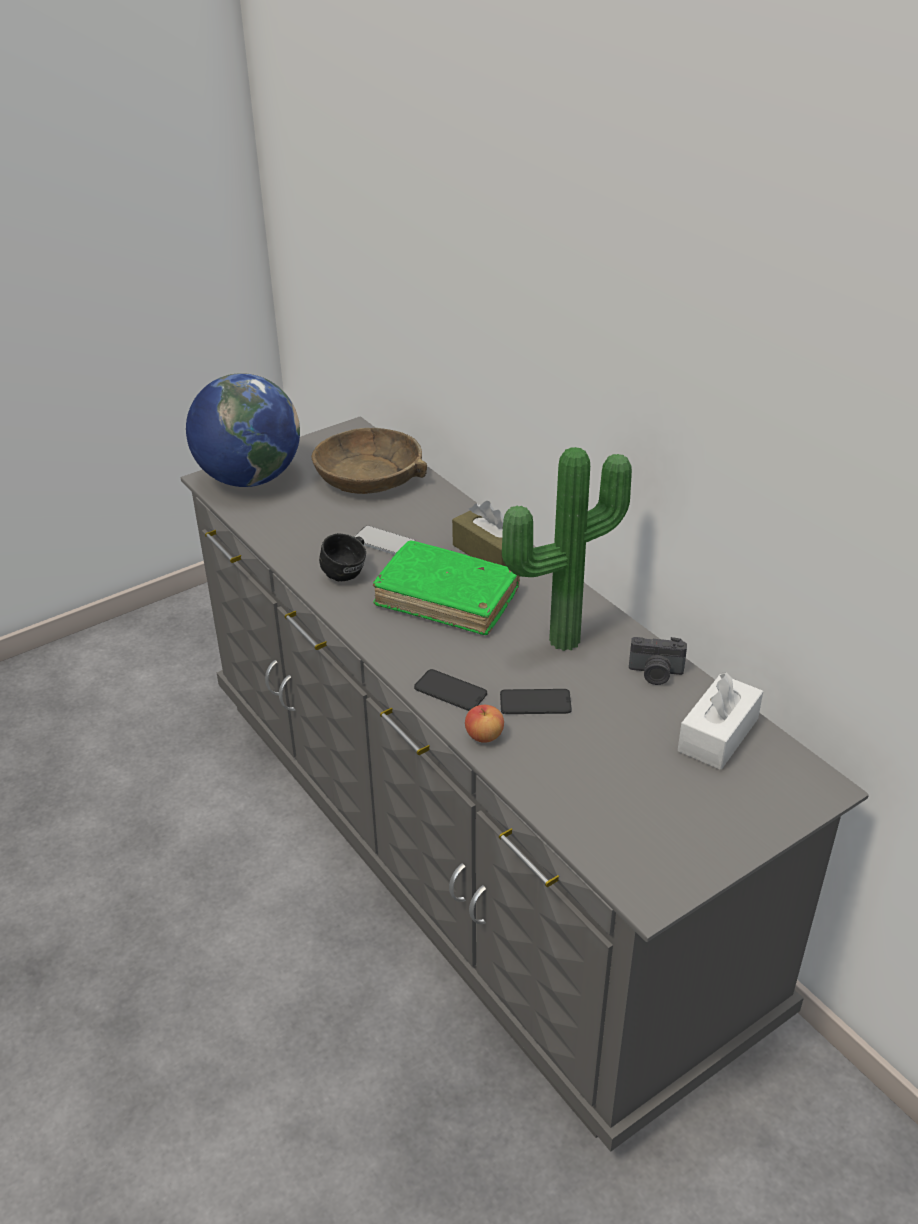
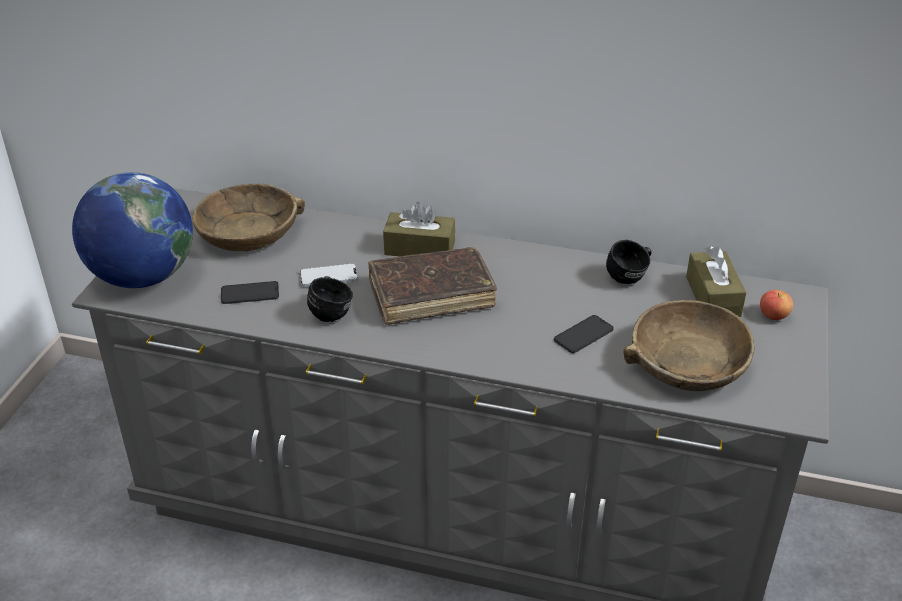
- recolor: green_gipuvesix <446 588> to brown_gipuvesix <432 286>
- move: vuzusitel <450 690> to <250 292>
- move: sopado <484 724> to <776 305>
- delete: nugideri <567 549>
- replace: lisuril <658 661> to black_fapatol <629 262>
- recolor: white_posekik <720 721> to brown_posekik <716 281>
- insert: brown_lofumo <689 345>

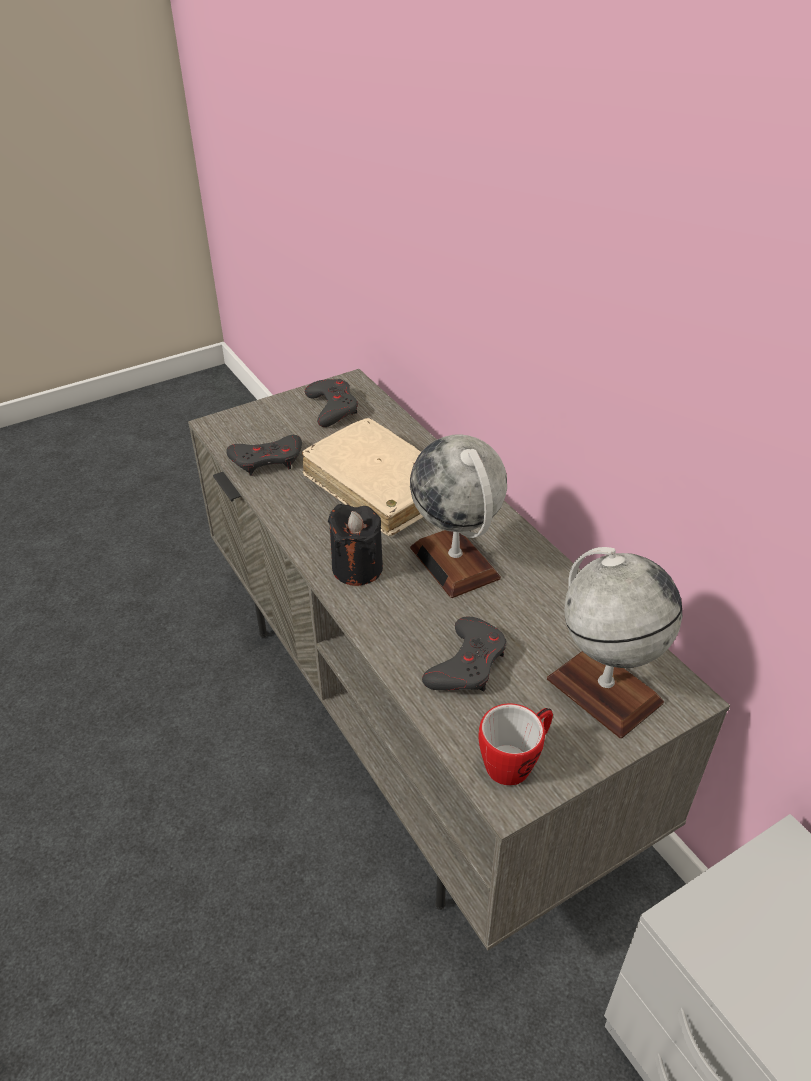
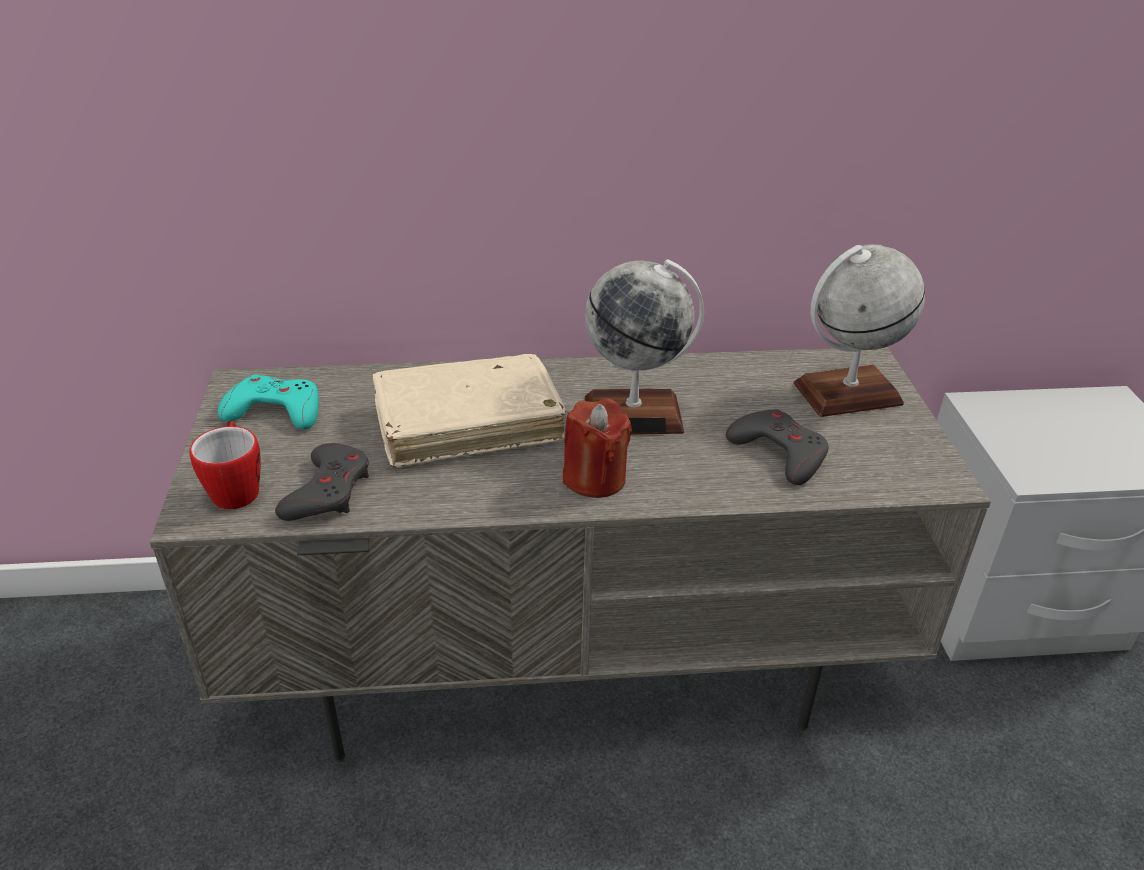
- recolor: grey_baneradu <331 403> to turquoise_baneradu <268 402>
- recolor: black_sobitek <355 545> to red_sobitek <597 448>
- move: fapatol <516 744> to <225 464>

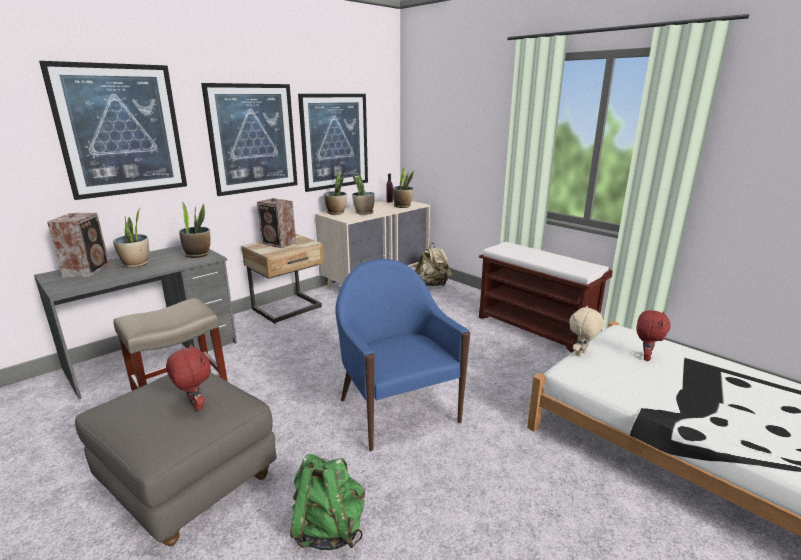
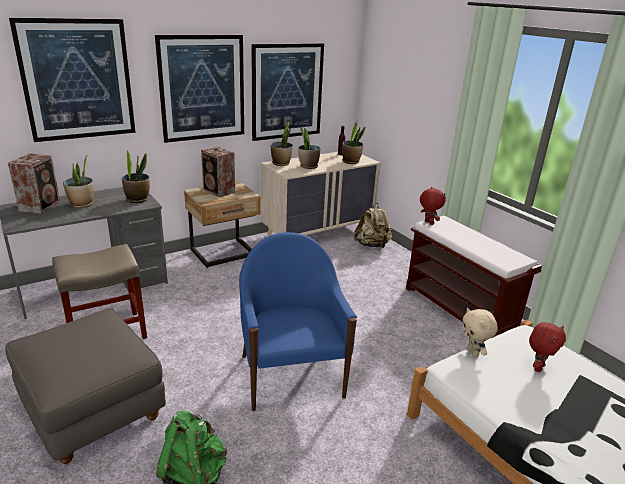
- move: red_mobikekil <188 377> to <433 206>
- rotate: beige_mobikekil <586 331> = <480 333> 75 degrees counterclockwise

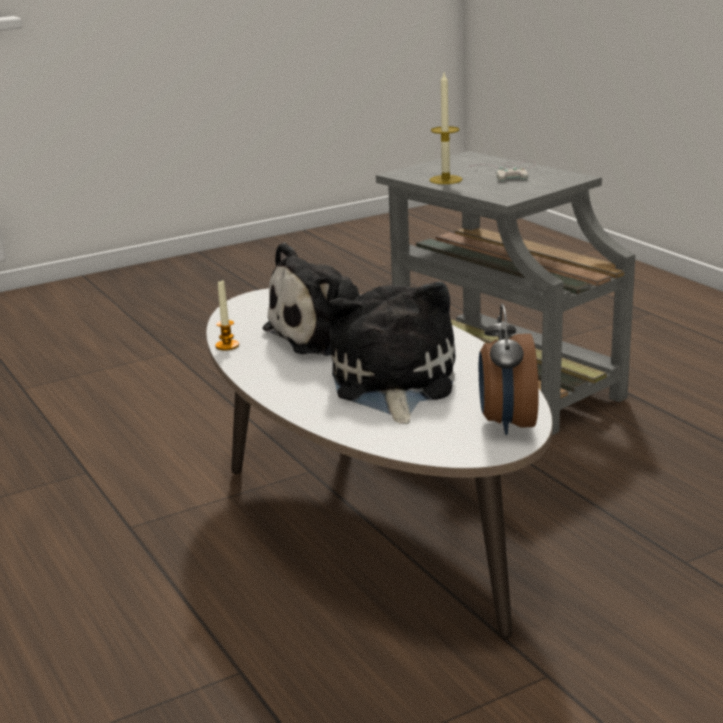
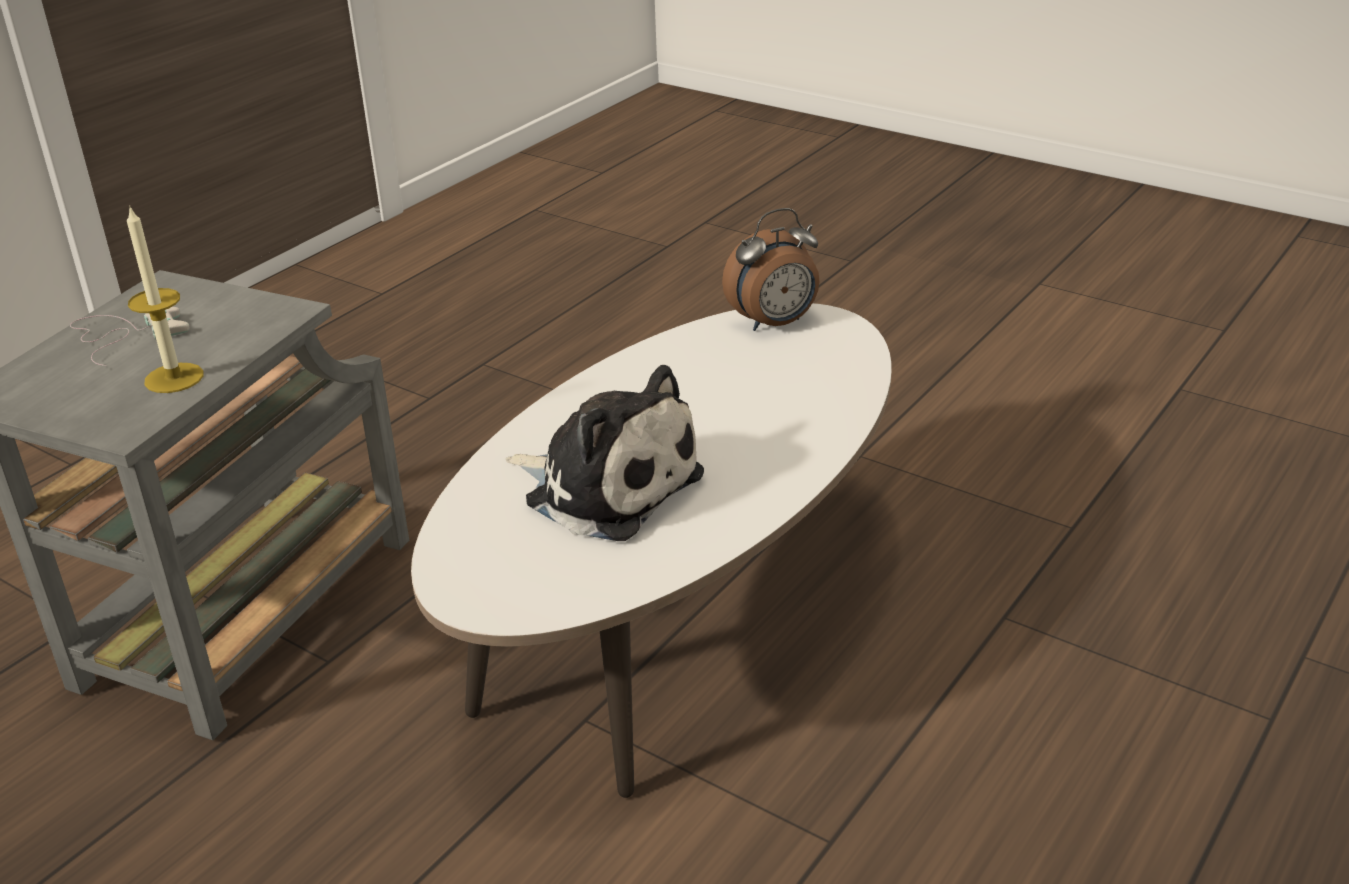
- delete: sobitek <227 315>
- delete: mobikekil <392 352>

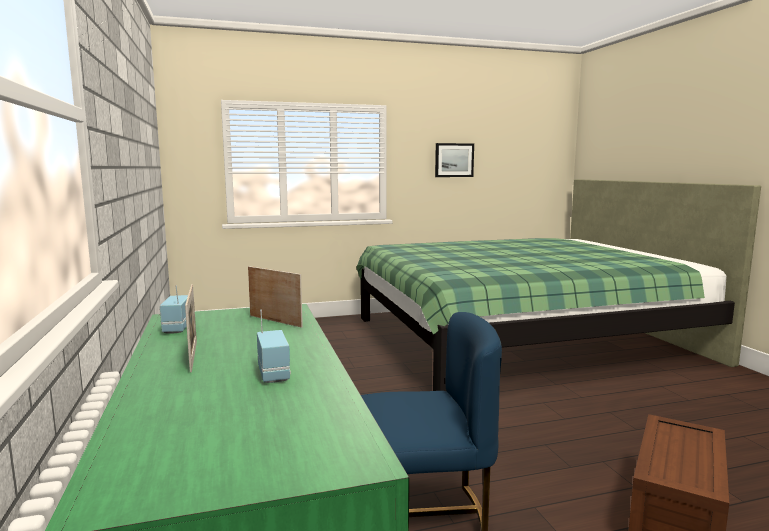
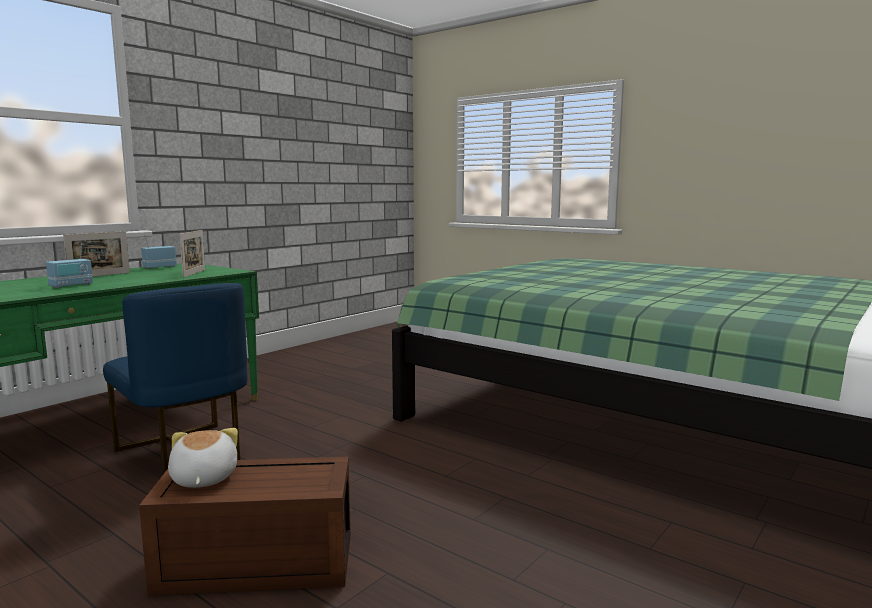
- delete: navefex <454 160>
- insert: mobikekil <203 458>

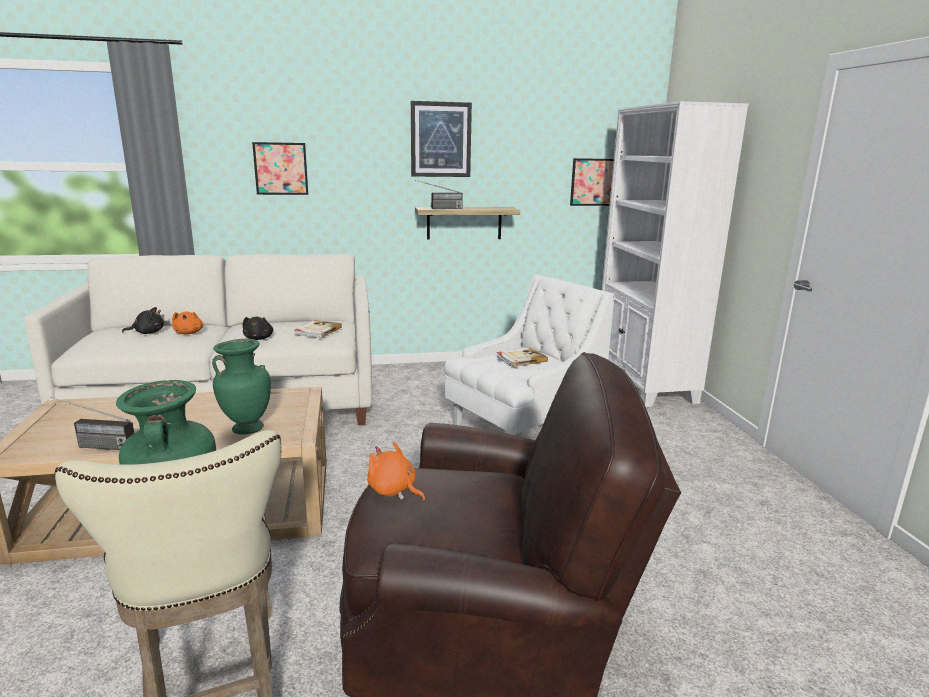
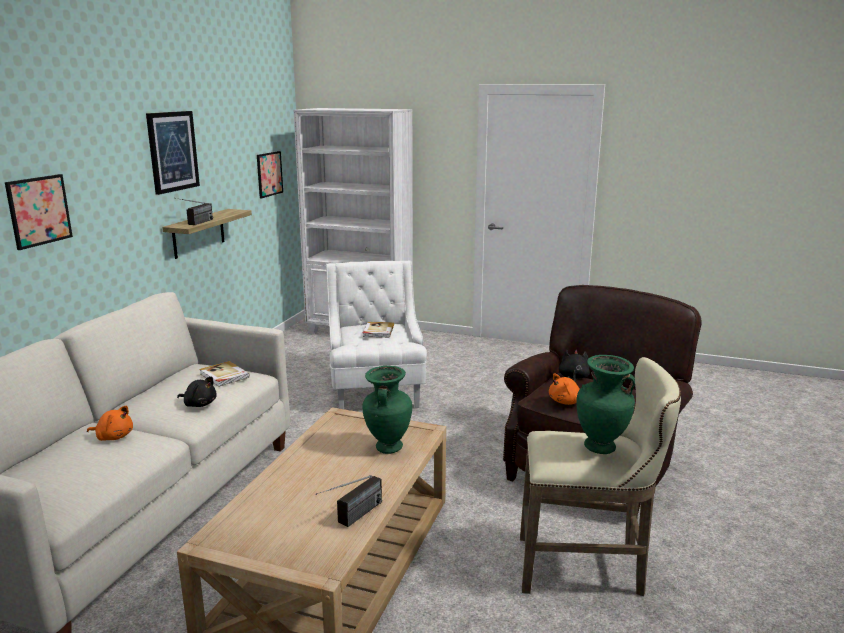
- move: black_mobikekil <143 320> to <574 366>

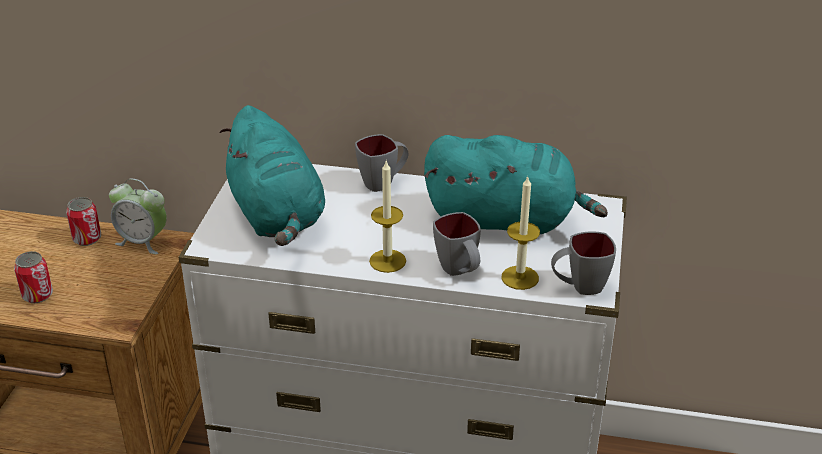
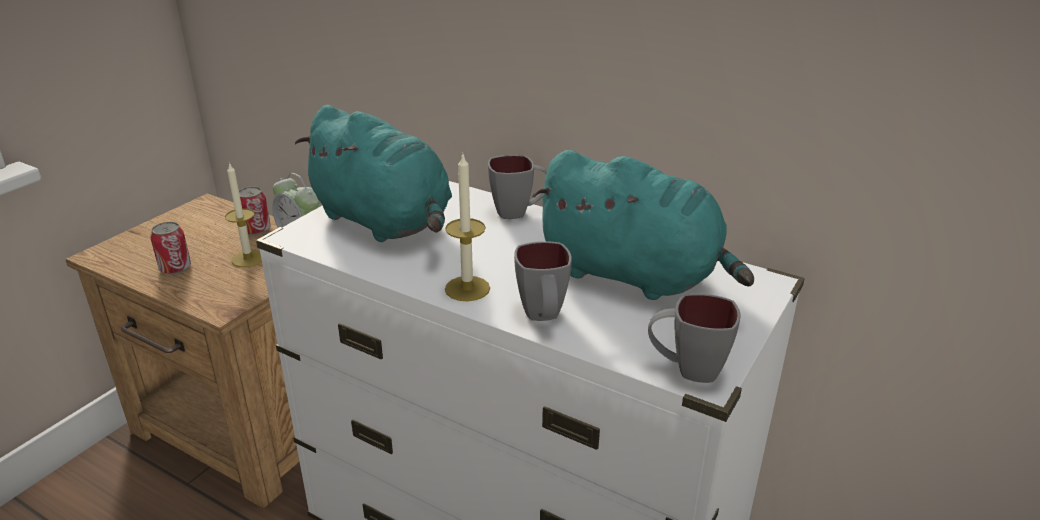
- rotate: turquoise_mobikekil <272 175> = <373 173> 45 degrees counterclockwise
- move: sobitek <520 232> to <243 214>

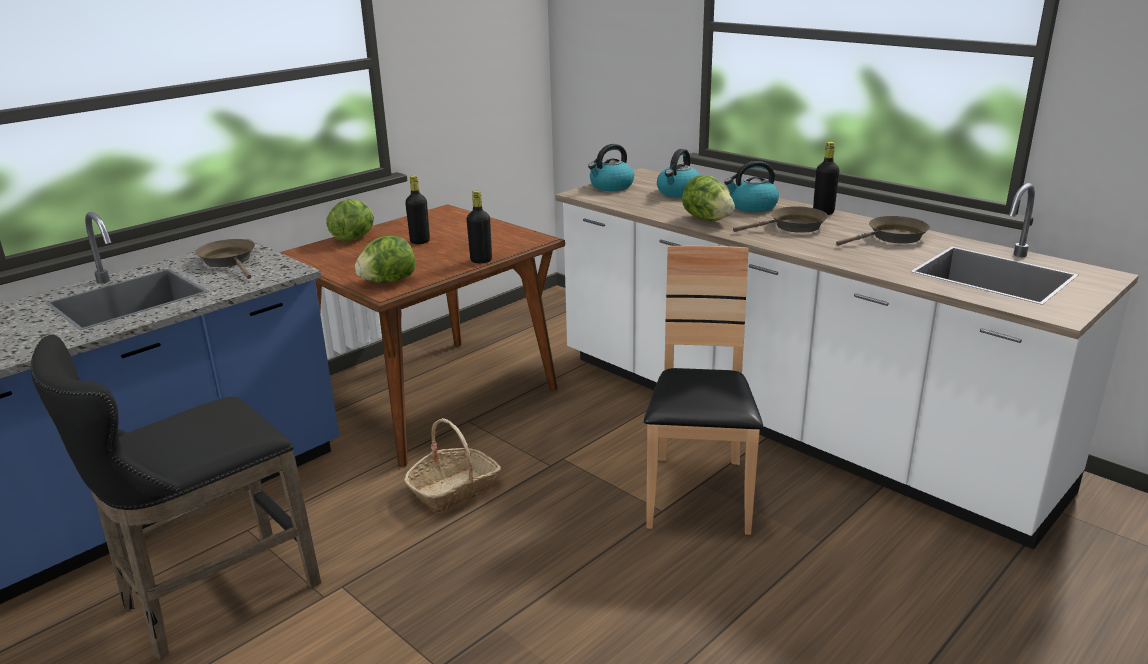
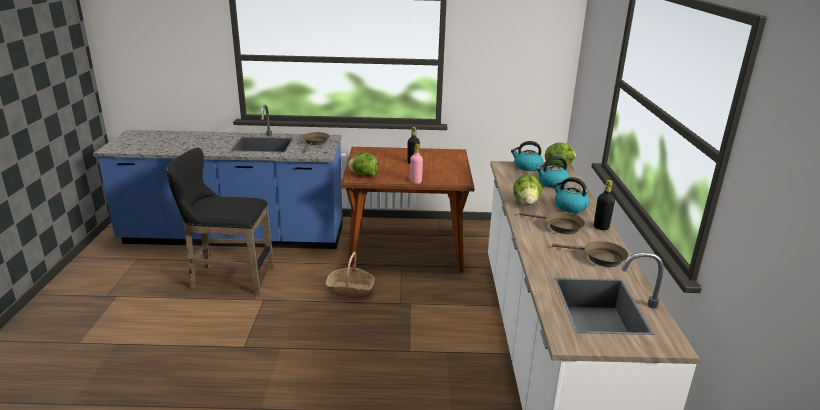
- move: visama <350 220> to <560 154>
- recolor: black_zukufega <479 227> to pink_zukufega <416 163>
- delete: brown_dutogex <703 390>

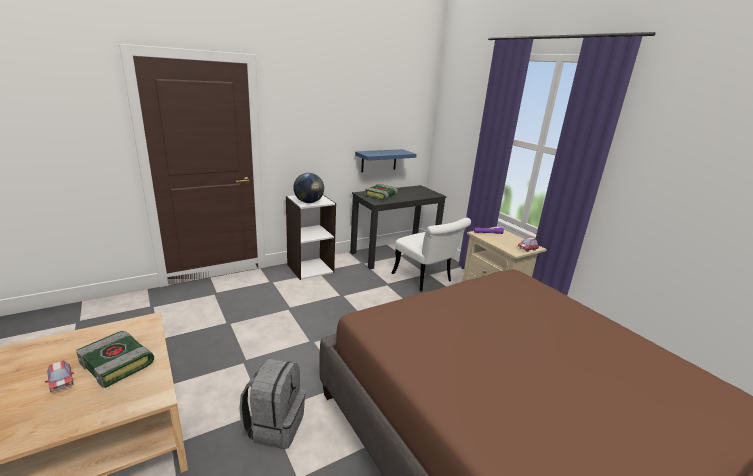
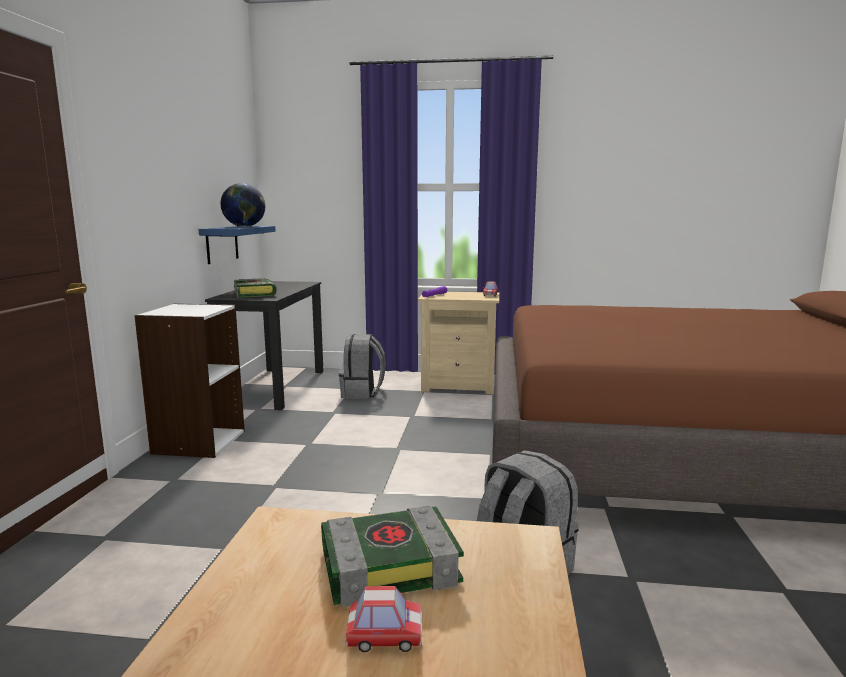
- move: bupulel <308 188> to <243 205>
- replace: white_dutogex <431 254> to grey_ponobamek <362 366>

